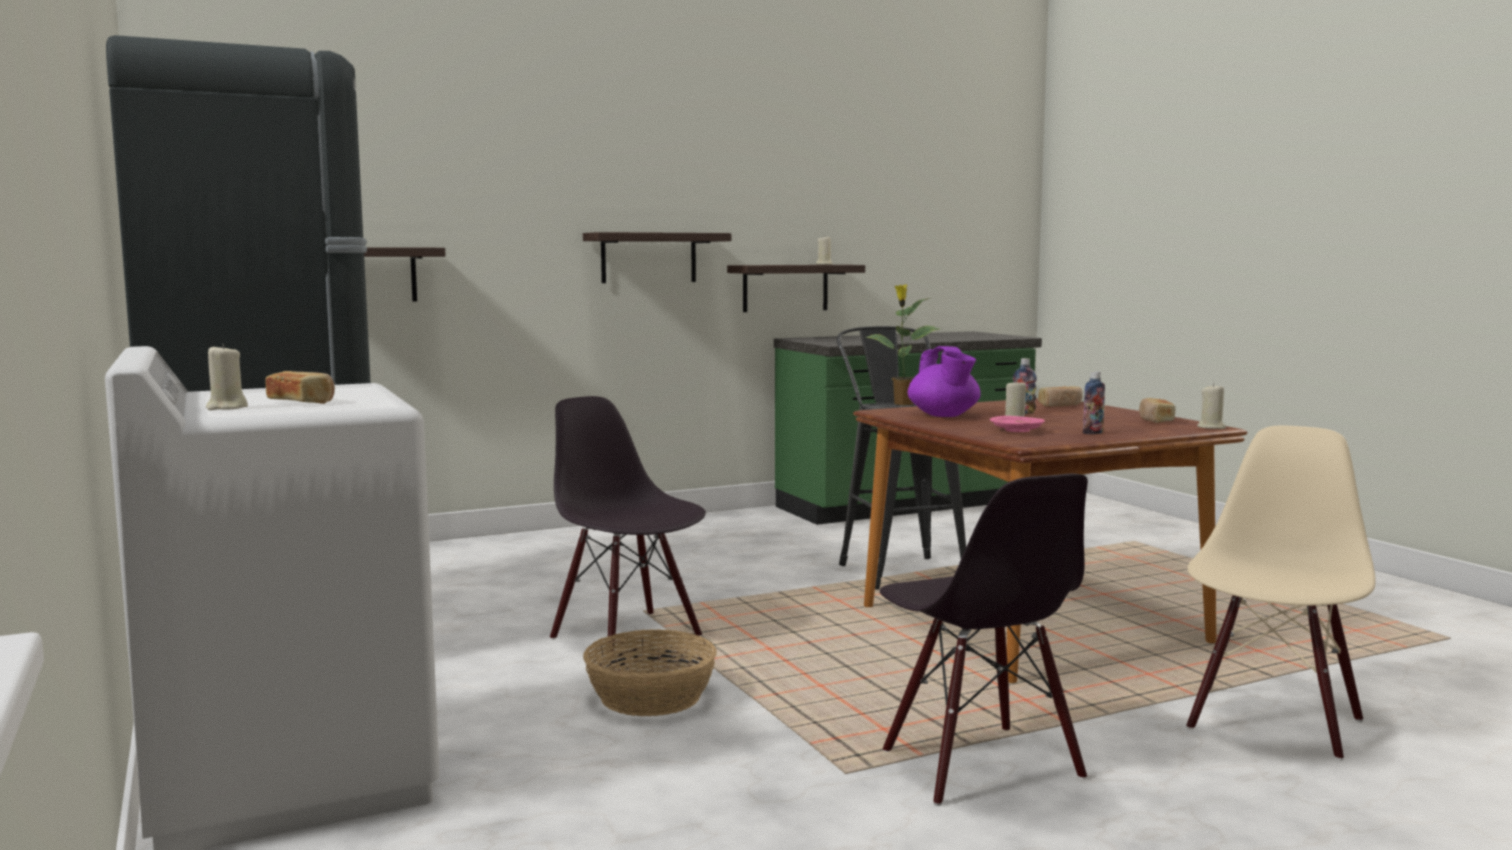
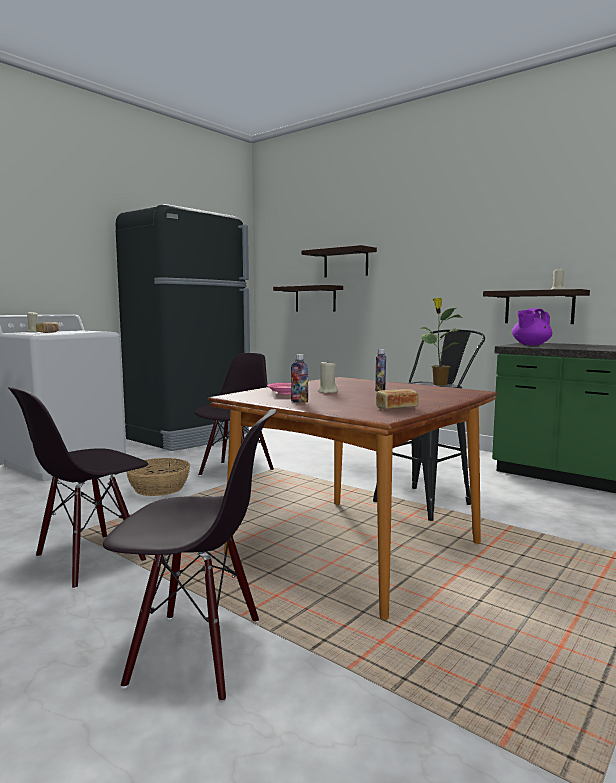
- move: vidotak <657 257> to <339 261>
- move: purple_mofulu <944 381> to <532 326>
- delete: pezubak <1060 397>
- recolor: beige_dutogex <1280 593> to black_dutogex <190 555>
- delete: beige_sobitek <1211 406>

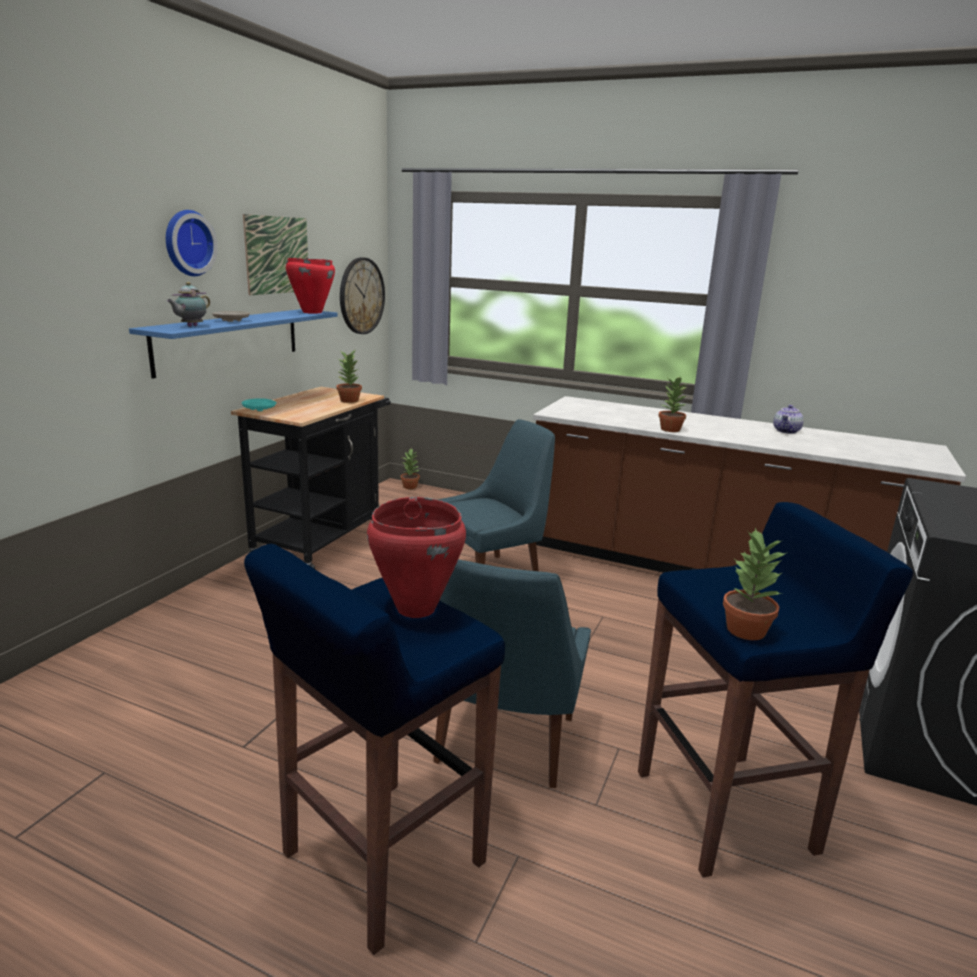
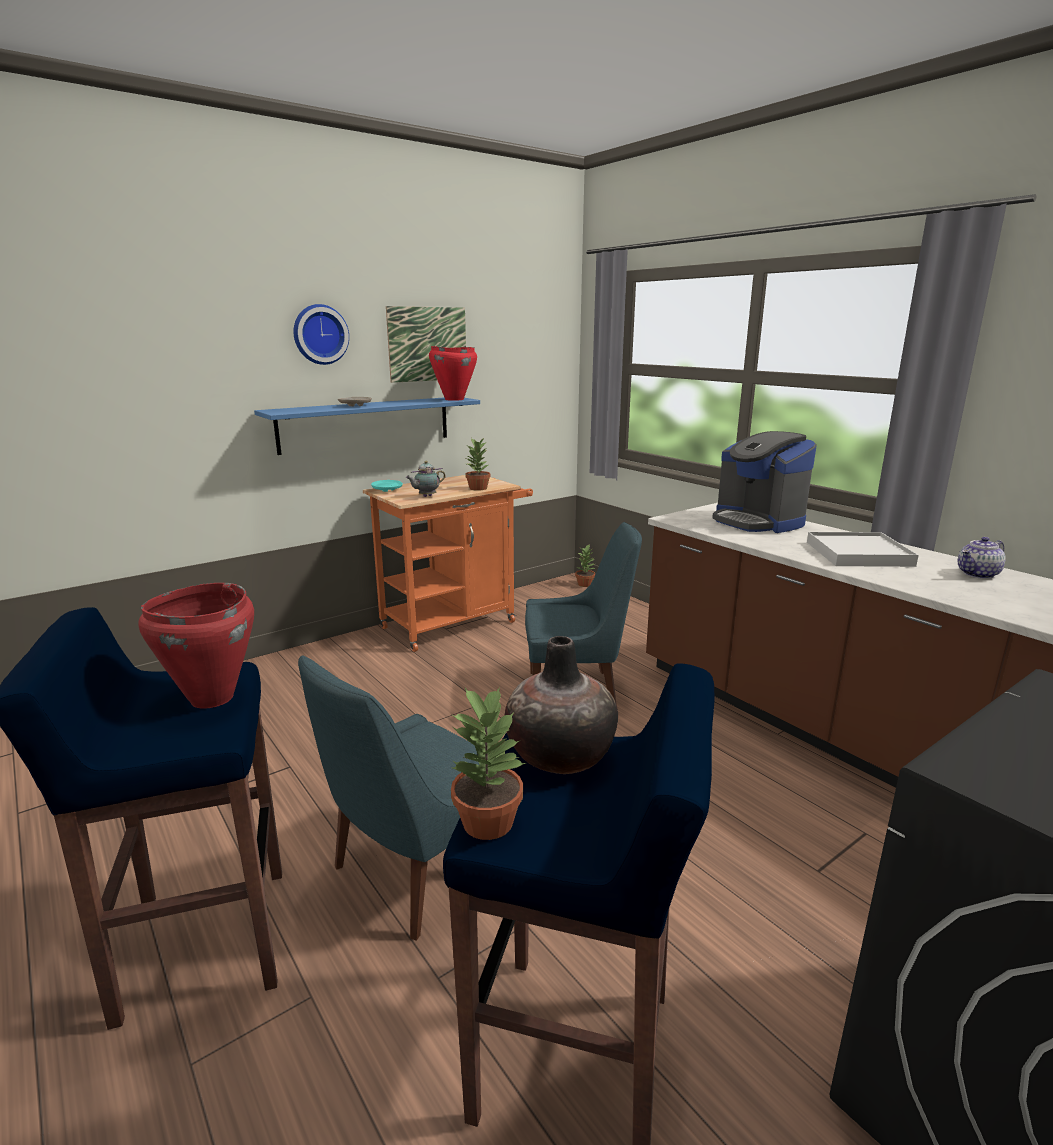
- move: mofulu <188 304> to <426 479>
- recolor: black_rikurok <311 478> to orange_rikurok <448 563>
- delete: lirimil <362 295>
- delete: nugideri <673 404>
- insert: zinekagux <561 705>
- insert: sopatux <764 482>
- insert: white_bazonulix <863 549>

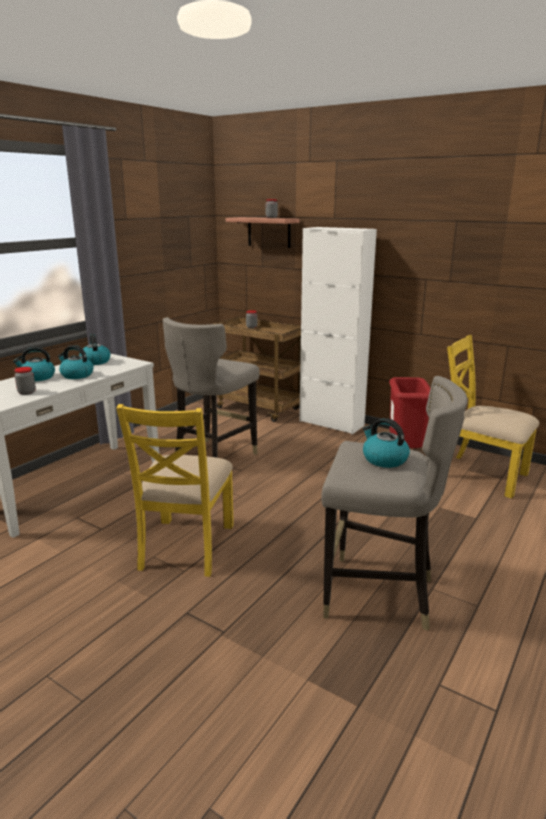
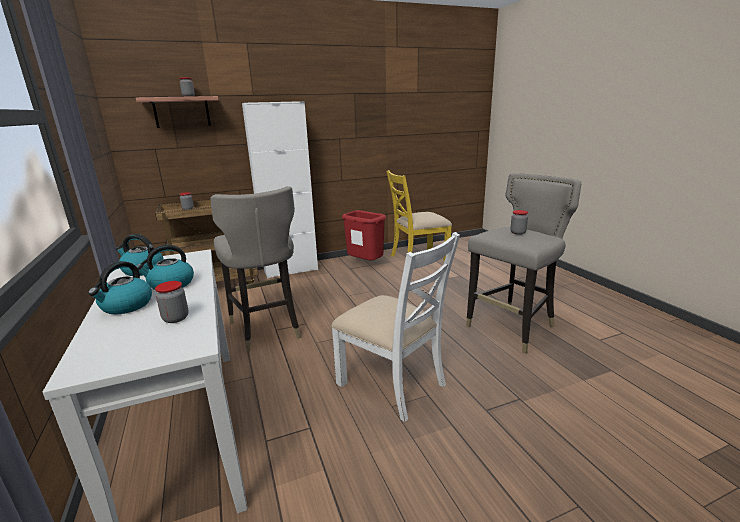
- recolor: yellow_dutogex <175 490> to white_dutogex <395 327>
- replace: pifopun <386 443> to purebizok <519 222>

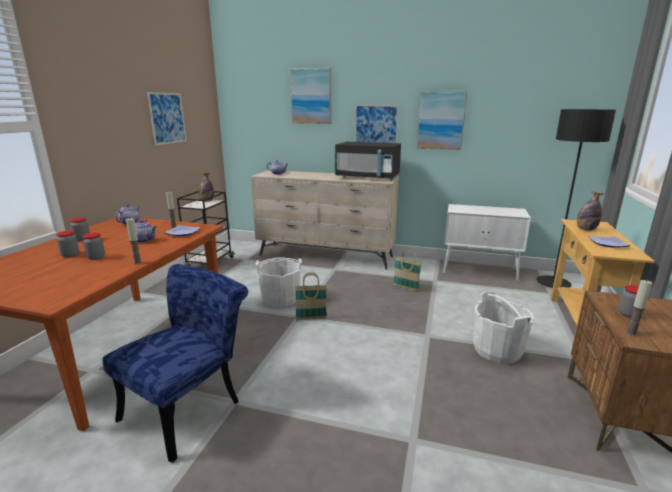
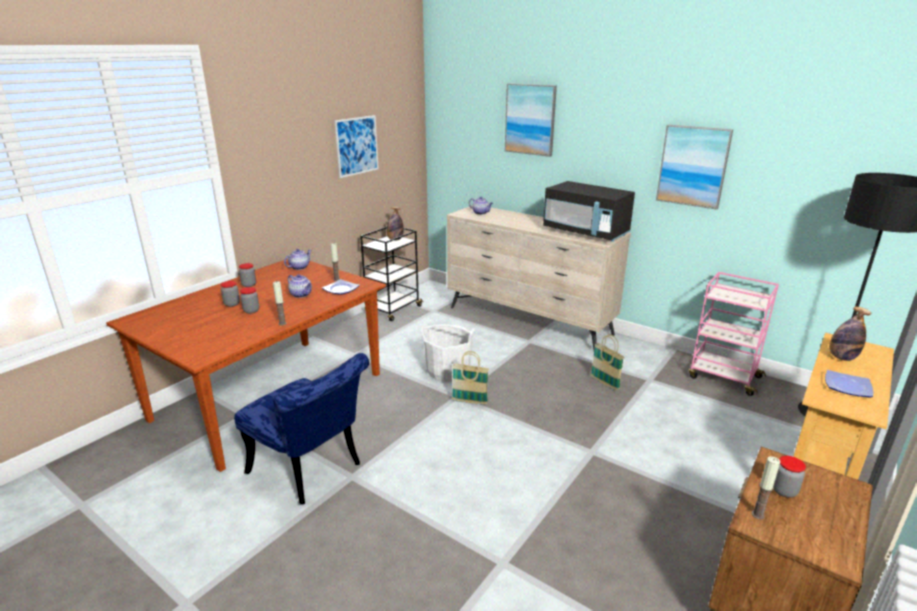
- rotate: blue_dutogex <175 363> = <301 429> 75 degrees clockwise
- delete: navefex <377 124>
- replace: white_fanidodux <487 243> to pink_rikurok <734 334>
- delete: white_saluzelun <503 328>

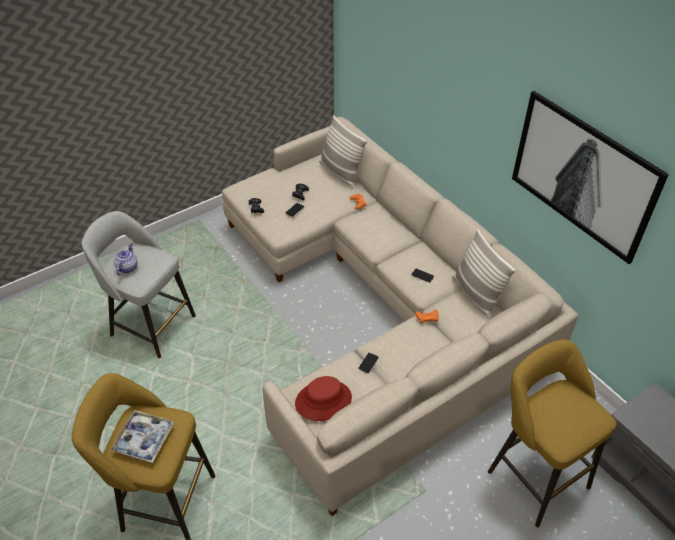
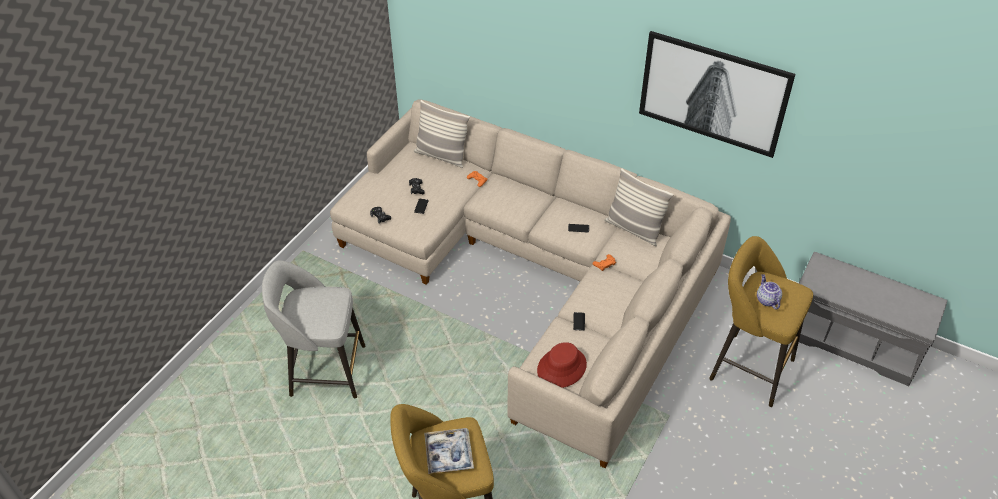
- move: mofulu <125 259> to <769 292>

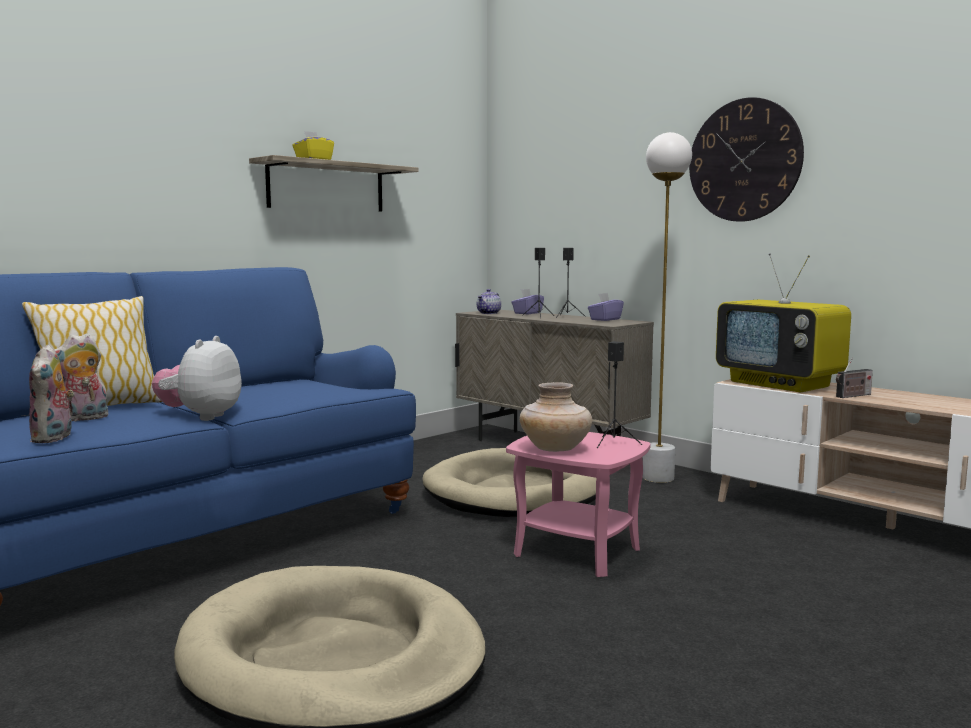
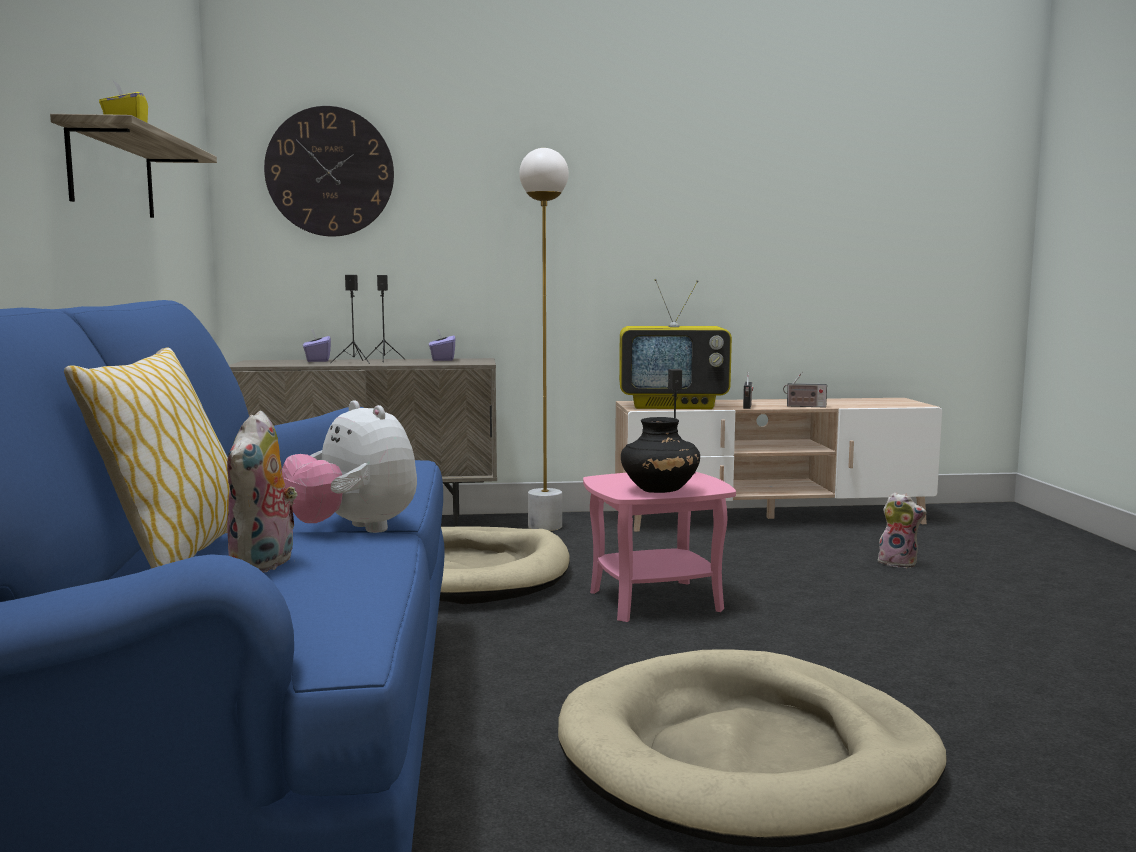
- move: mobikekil <51 394> to <902 530>
- delete: mofulu <489 301>
- recolor: beige_zinekagux <556 417> to black_zinekagux <660 455>
- move: lirimil <746 159> to <329 171>
- insert: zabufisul <805 390>

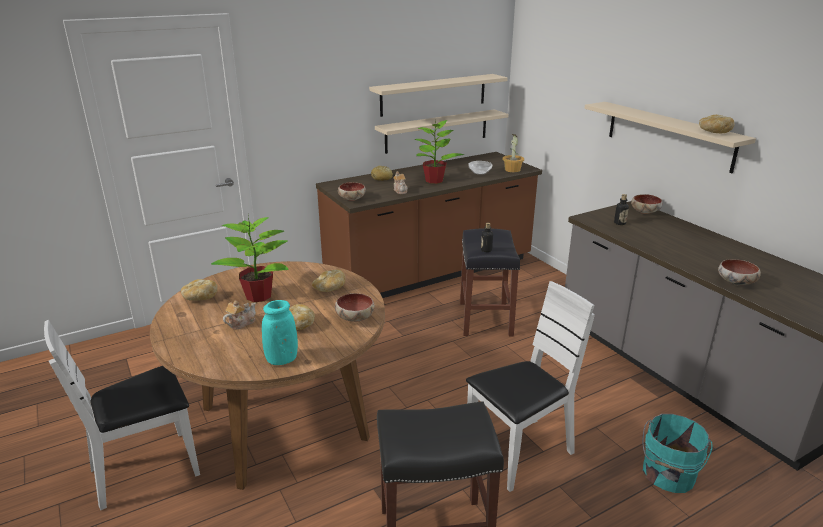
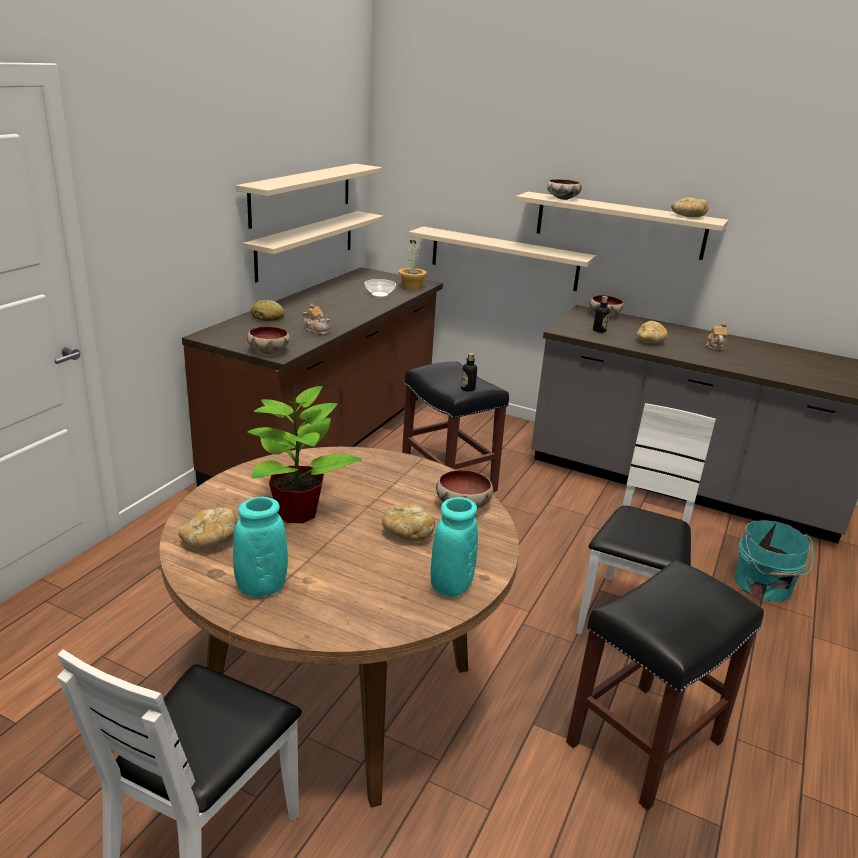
- move: mofulu <239 315> to <717 336>
- move: pezubak <329 280> to <651 332>
- delete: nugideri <439 151>
- move: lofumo <739 272> to <564 189>
- insert: turquoise_zinekagux <260 546>
- insert: beige_vidotak <502 258>

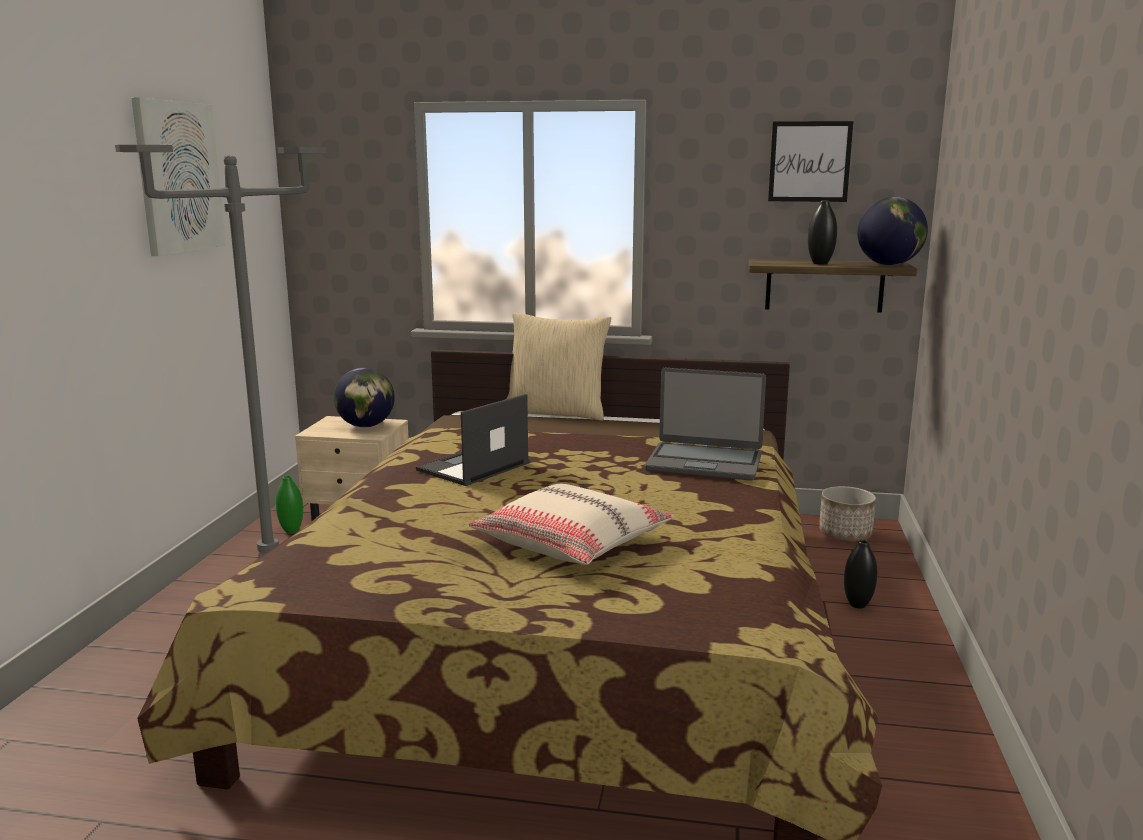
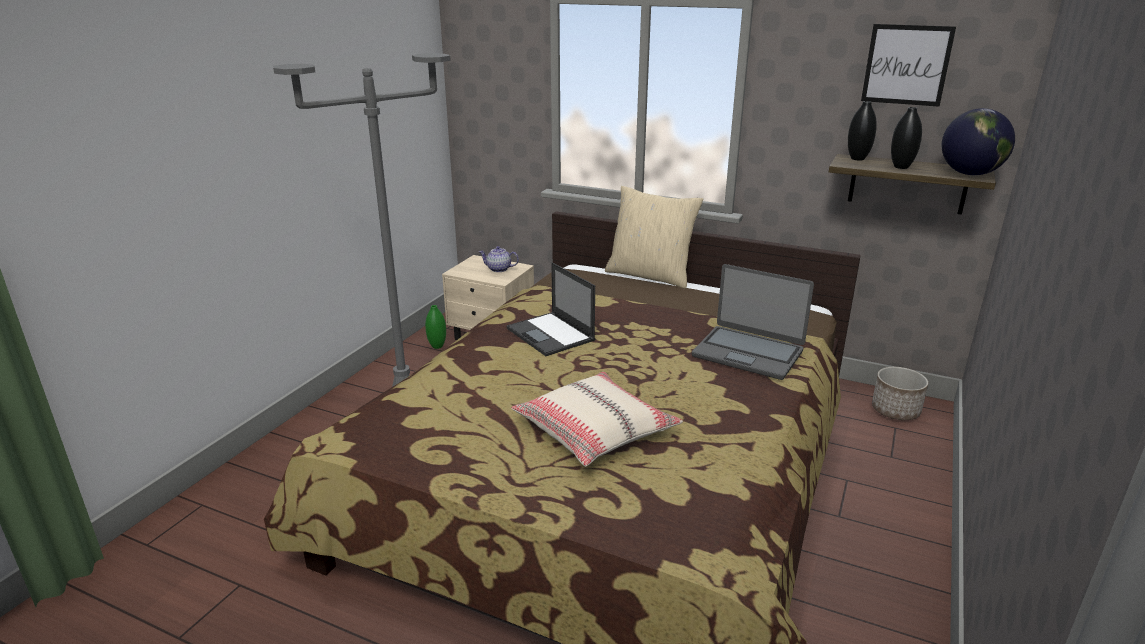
- delete: navefex <178 176>
- replace: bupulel <364 397> to mofulu <499 259>
- rotate: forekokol <472 440> = <551 309> 90 degrees counterclockwise
- move: black_zinekagux <860 574> to <862 131>

